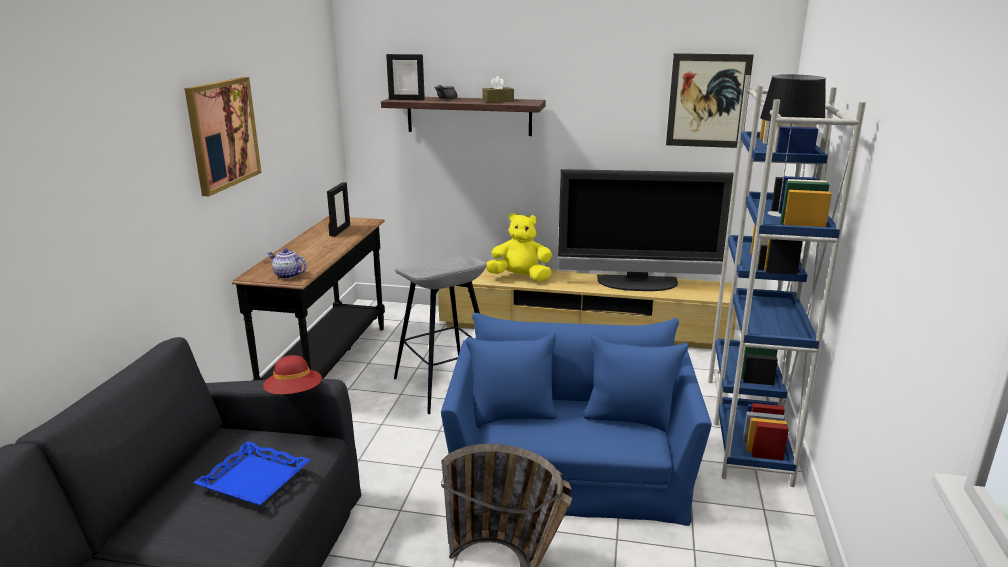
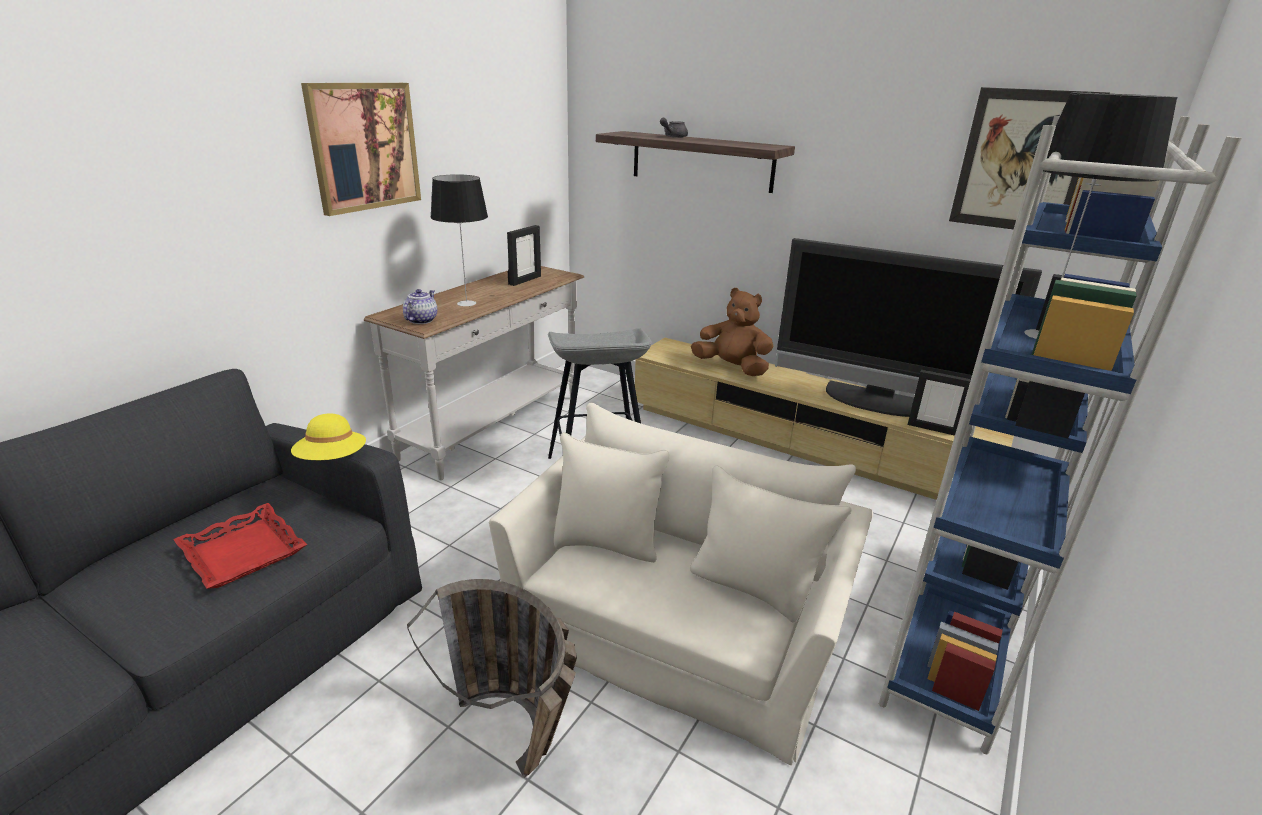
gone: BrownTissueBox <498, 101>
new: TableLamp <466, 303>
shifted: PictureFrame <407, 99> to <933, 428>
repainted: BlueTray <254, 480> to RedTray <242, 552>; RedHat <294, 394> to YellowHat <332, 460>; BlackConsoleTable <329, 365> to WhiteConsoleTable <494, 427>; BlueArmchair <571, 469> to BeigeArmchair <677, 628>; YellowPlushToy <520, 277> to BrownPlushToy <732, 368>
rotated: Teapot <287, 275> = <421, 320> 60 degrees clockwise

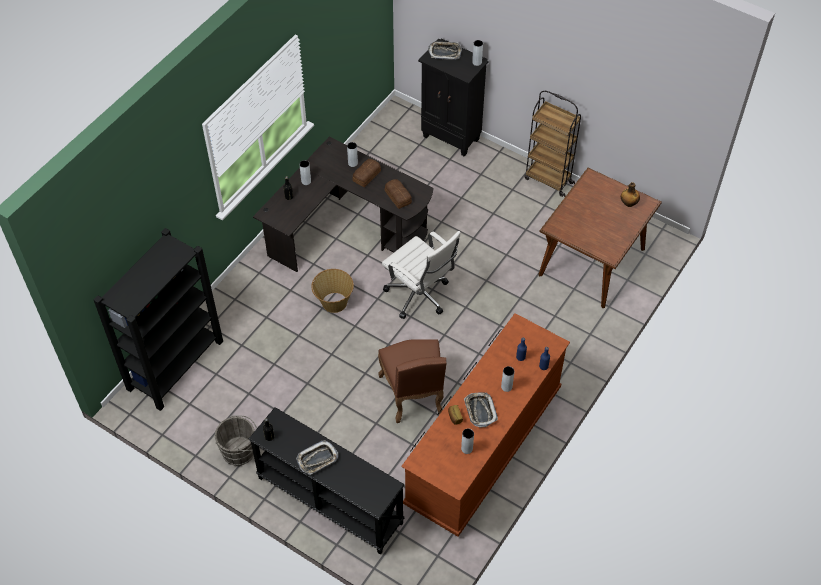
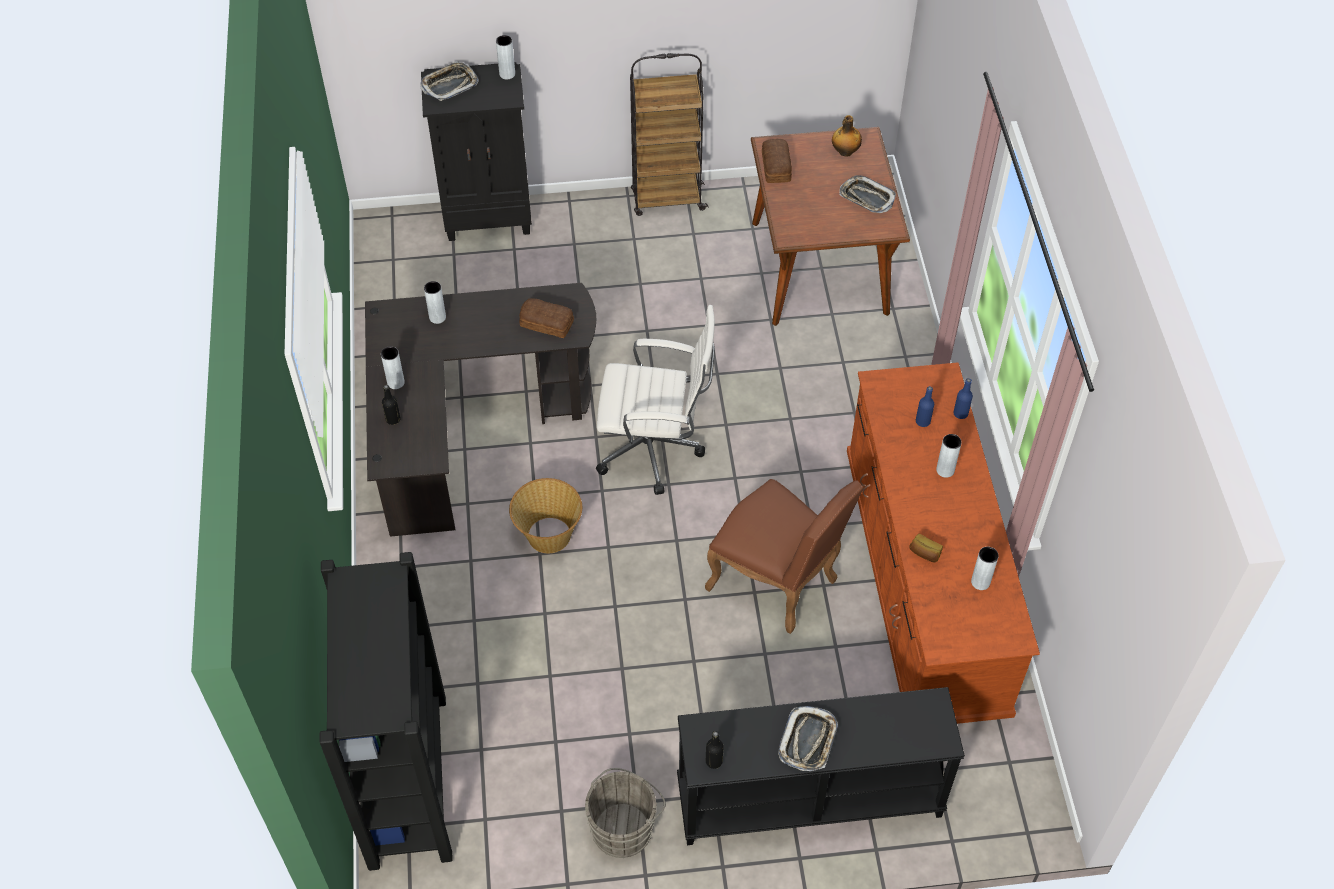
shifted: Bread <366, 176> to <775, 167>; Tray <480, 411> to <866, 198>

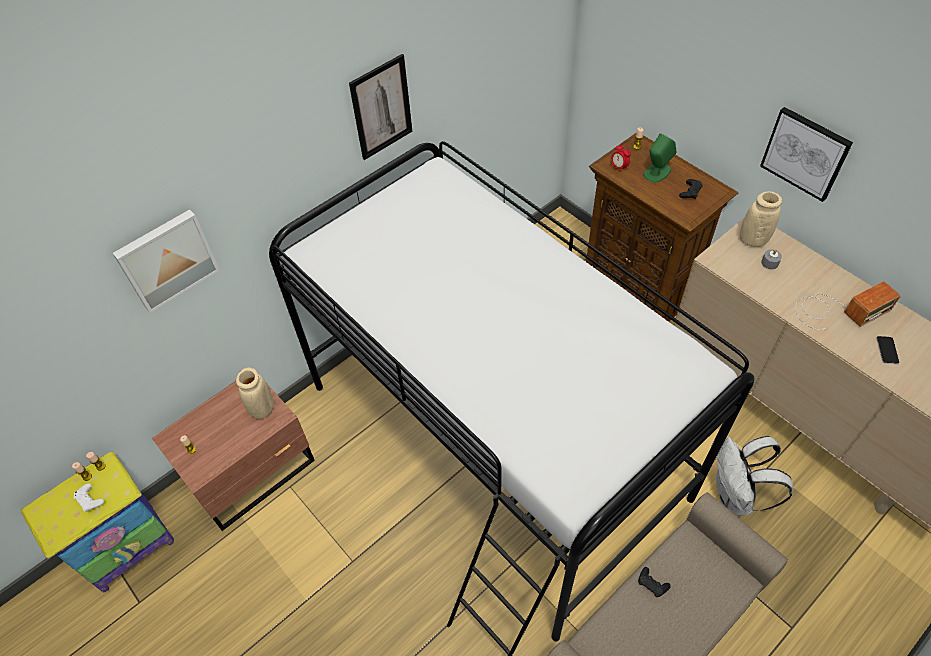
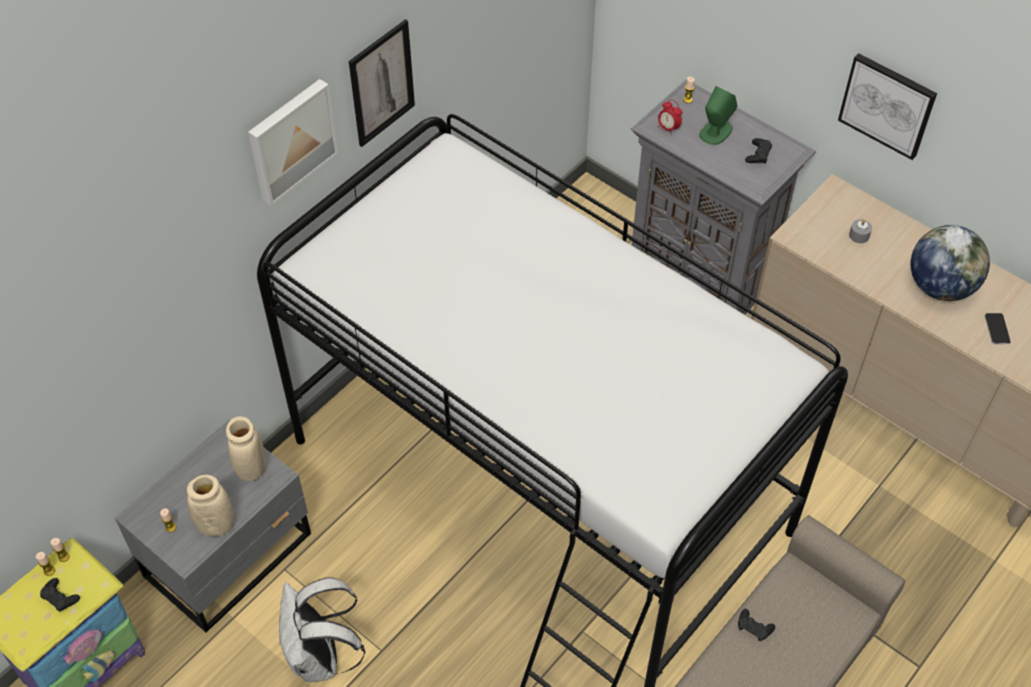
shifted: BeigeVase <753, 240> to <216, 524>; Picture <166, 259> to <290, 140>; WhiteBackpack <735, 497> to <321, 657>
swapped: Radio <837, 310> to Globe <940, 286>
repainted: WhiteGameController <90, 500> to BlackGameController <60, 597>; BrownNightstand <253, 471> to GreyNightstand <232, 555>; BrownCabinet <637, 295> to GreyCabinet <700, 284>

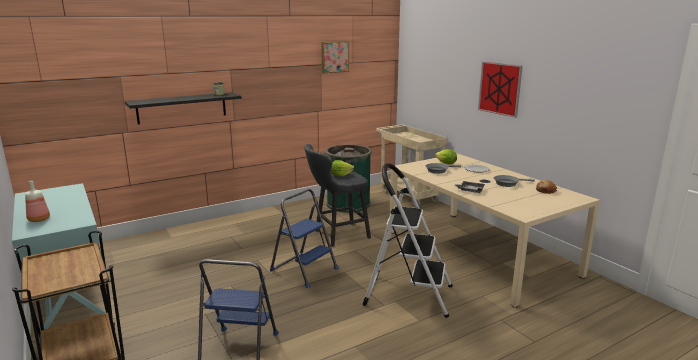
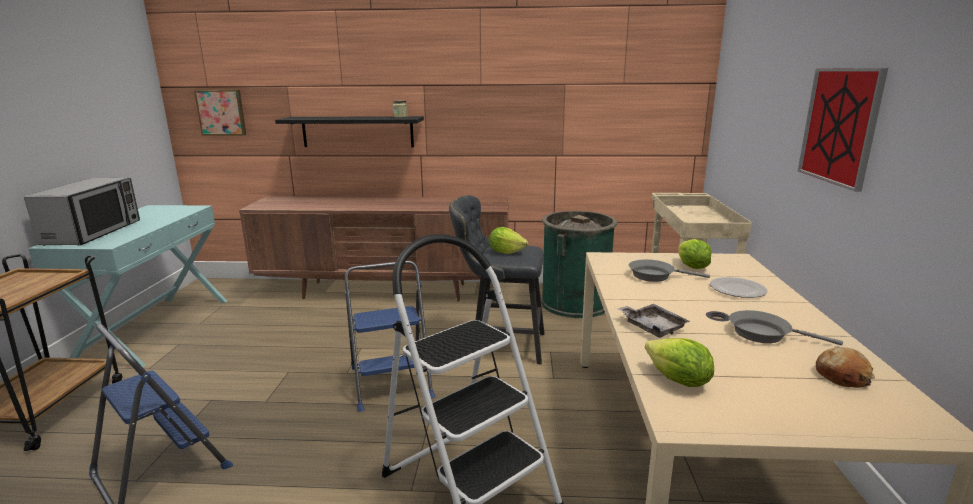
new: BrownCabinet <386, 291>; Lettuce <678, 381>
shifted: Picture <334, 57> to <221, 112>
swapped: Bottle <38, 219> to Microwave <94, 233>

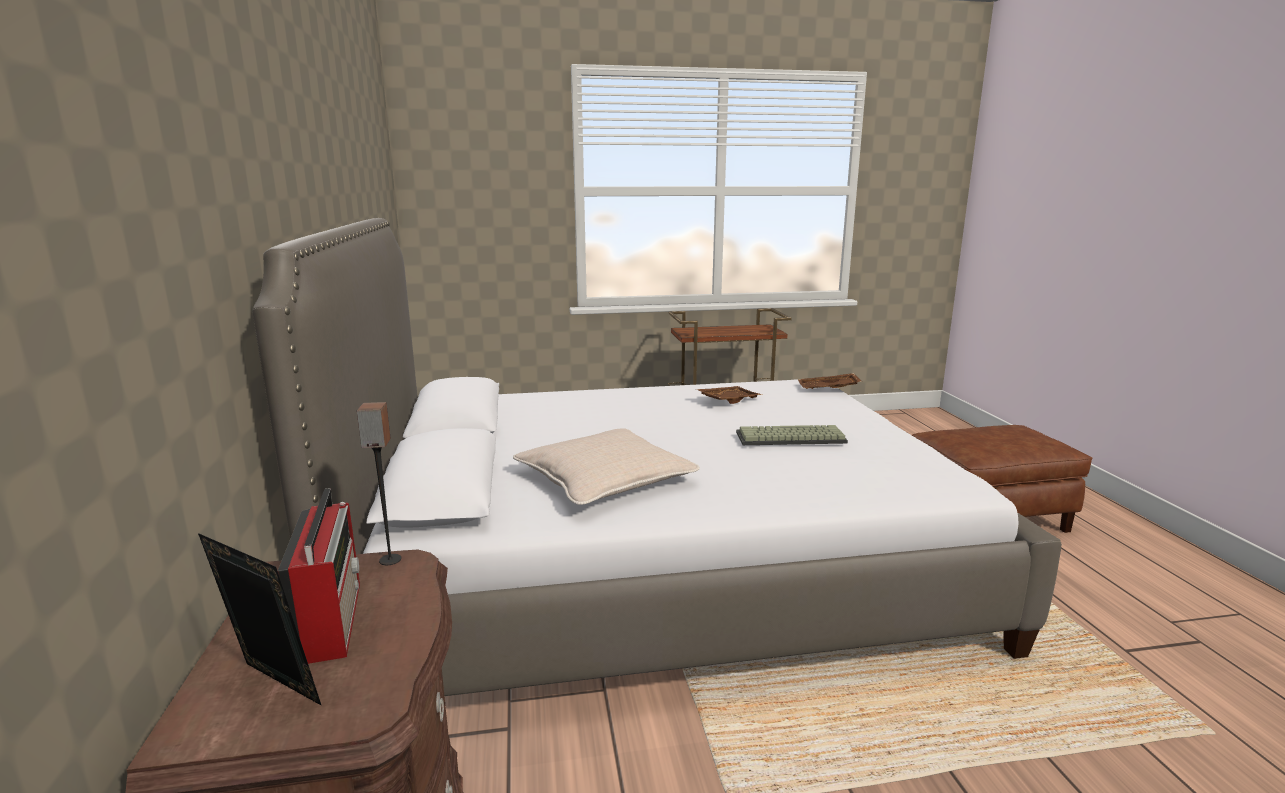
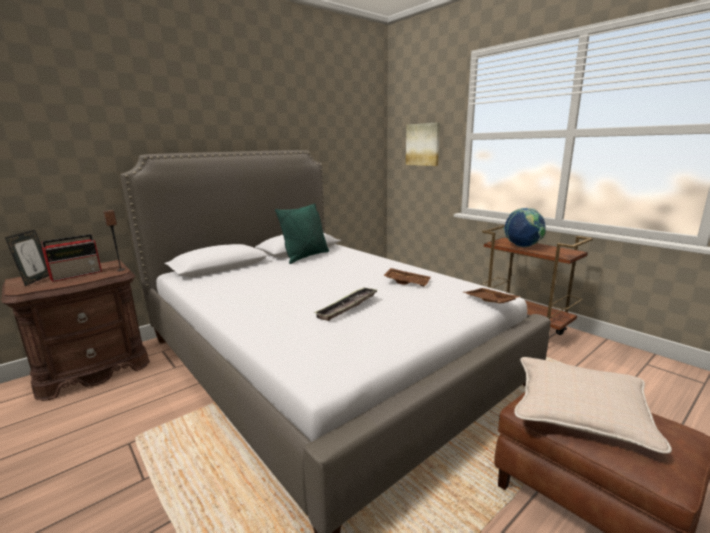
new: GreenPillow <305, 257>; Picture <423, 144>; Globe <523, 247>
shifted: BeigePillow <605, 478> to <580, 409>
swapped: Keyboard <790, 438> to Tray <348, 307>

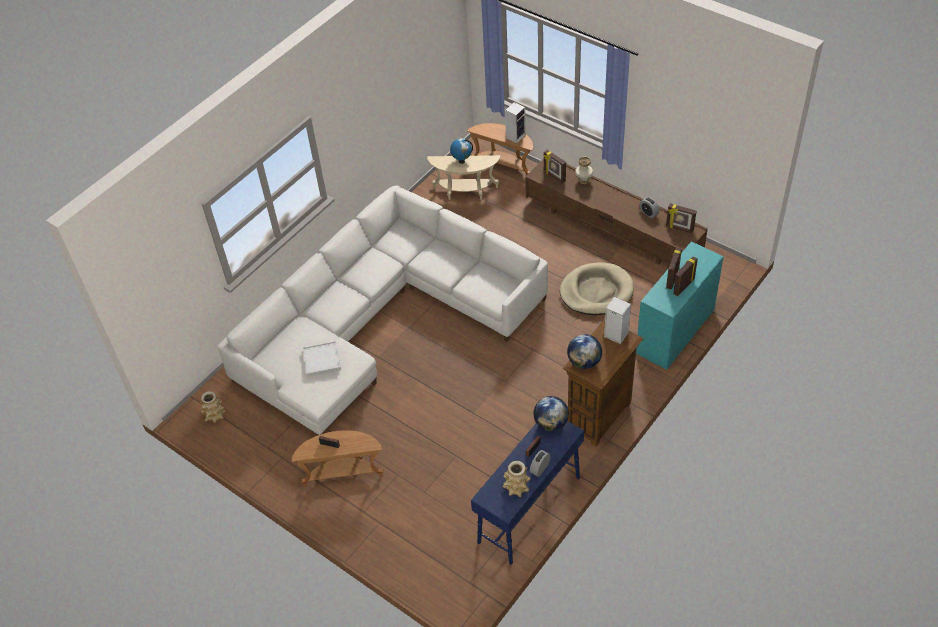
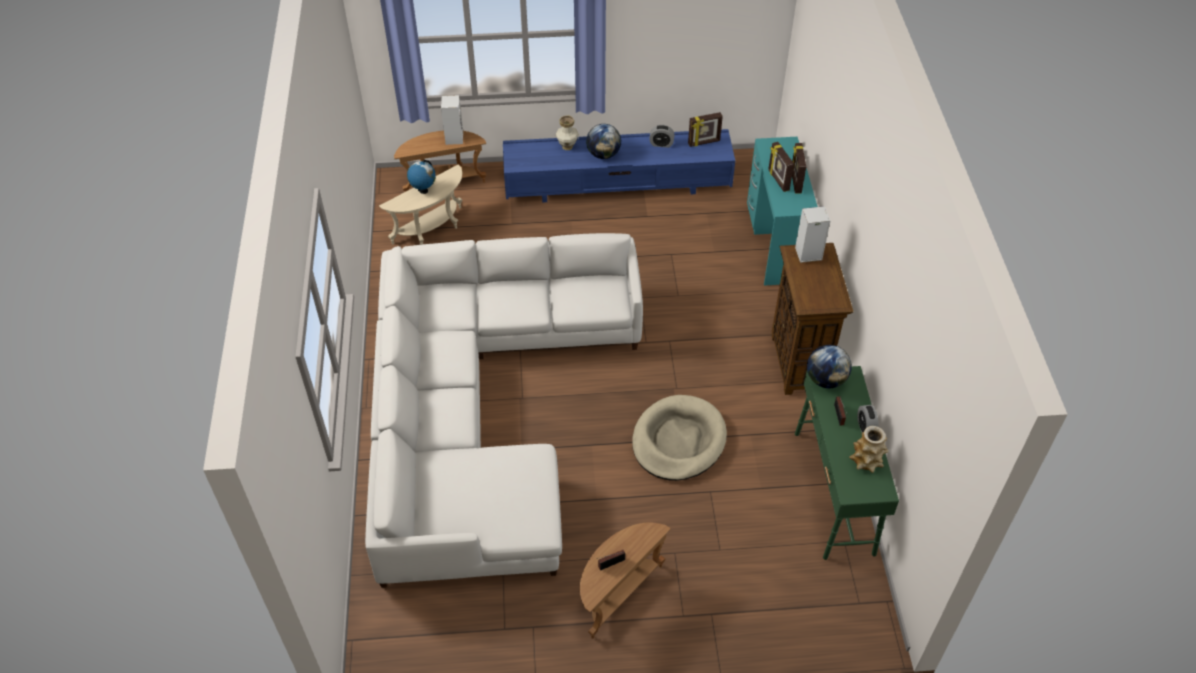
gone: Vase <215, 415>; WhiteTray <322, 360>; PictureFrame <554, 176>
shifted: Globe <584, 362> to <603, 154>; BeigeDogBed <596, 291> to <678, 441>
repainted: BrownTvStand <612, 228> to BlueTvStand <617, 184>; BlueConsoleTable <528, 509> to GreenConsoleTable <832, 492>

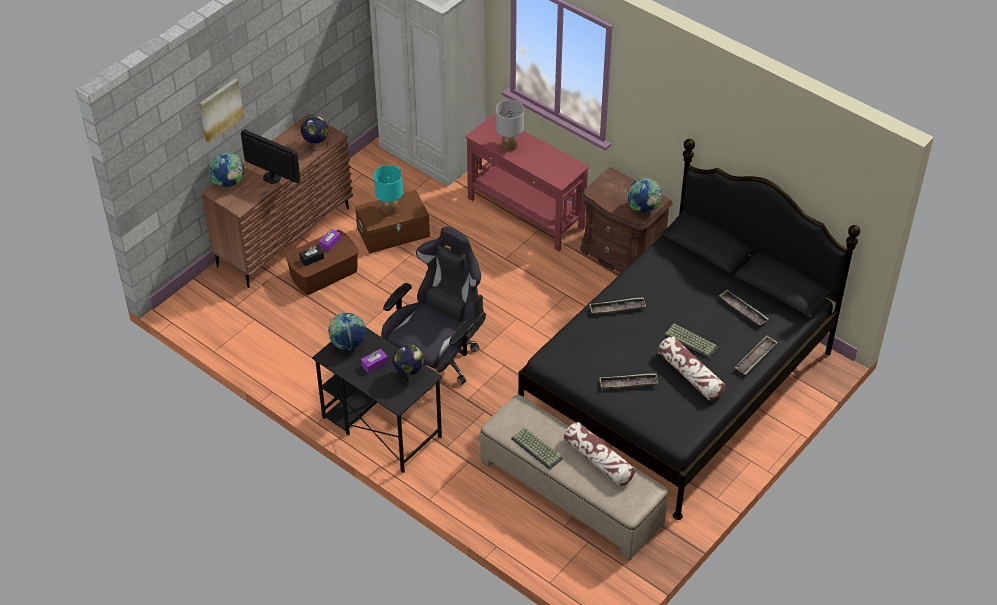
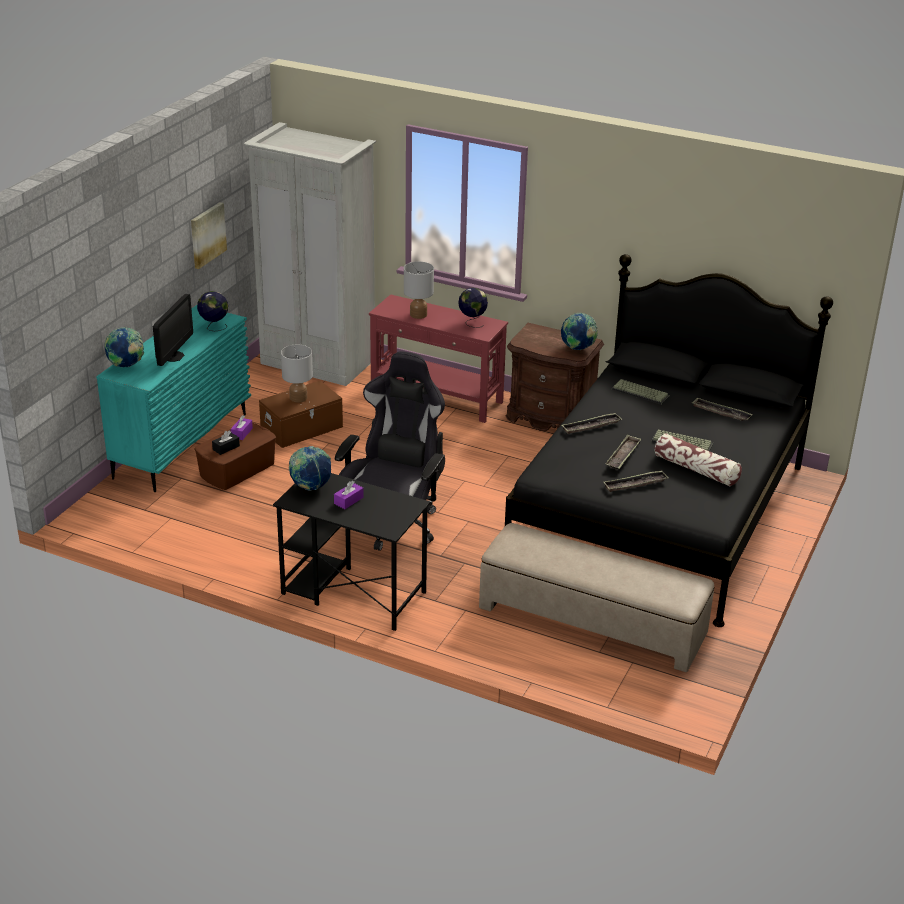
gone: Pillow <598, 460>
shifted: Picture <220, 109> to <207, 235>; Globe <409, 375> to <472, 322>; Tray <755, 357> to <623, 455>; Keyboard <538, 448> to <641, 392>
repainted: BrownDresser <285, 238> to TurquoiseDresser <183, 446>; TurquoiseTableLamp <390, 209> to GreyTableLamp <298, 398>
rotated: Monitor <272, 177> = <174, 356> 90 degrees clockwise

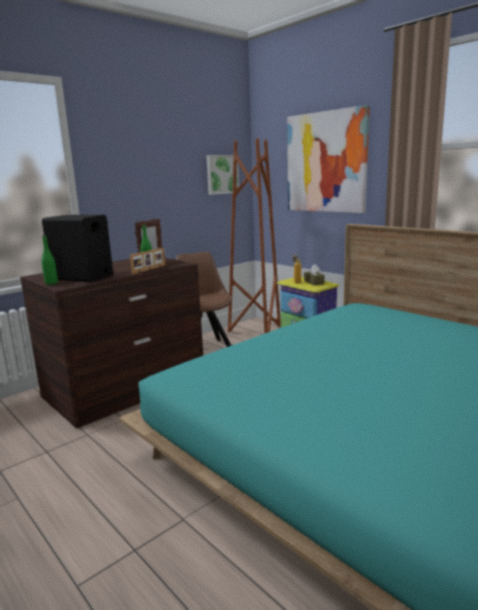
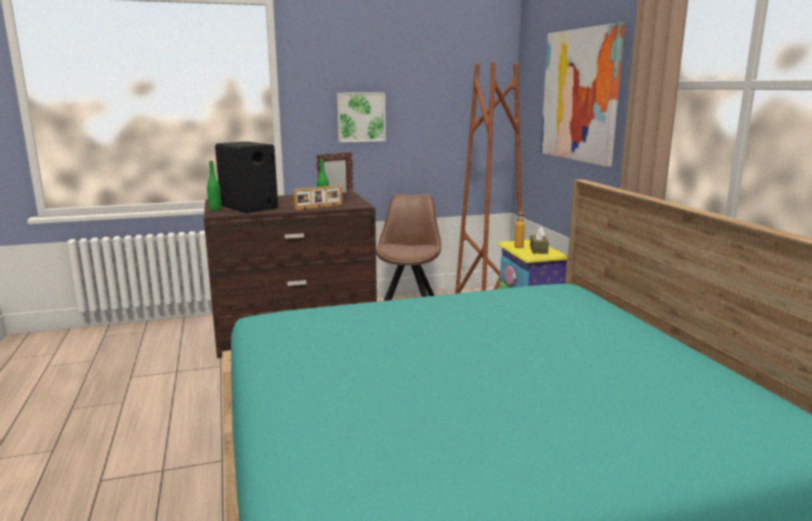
shifted: Picture <221, 174> to <360, 117>

